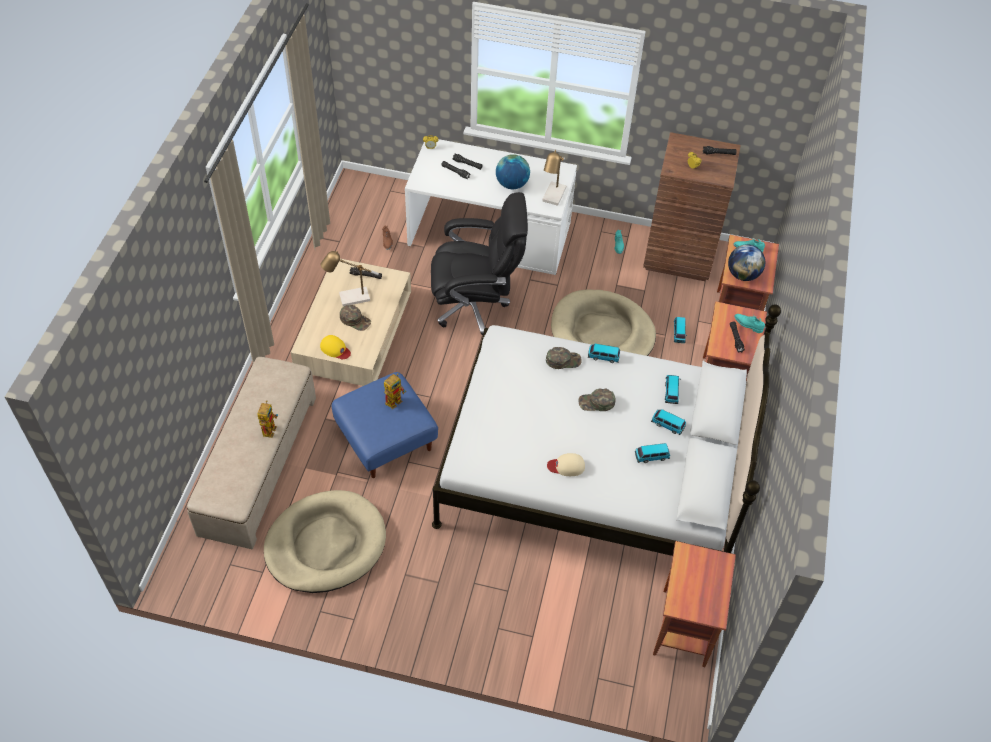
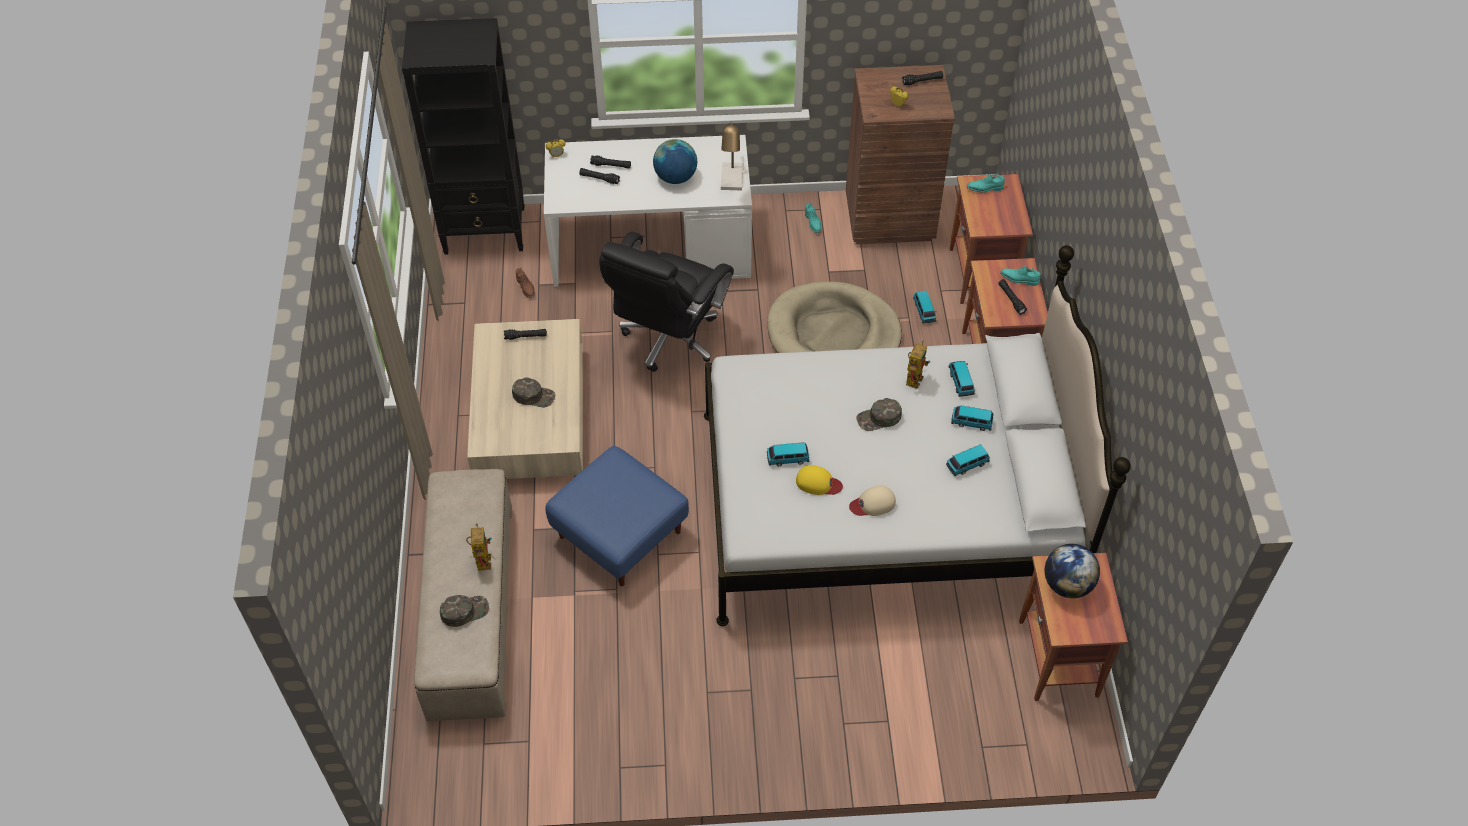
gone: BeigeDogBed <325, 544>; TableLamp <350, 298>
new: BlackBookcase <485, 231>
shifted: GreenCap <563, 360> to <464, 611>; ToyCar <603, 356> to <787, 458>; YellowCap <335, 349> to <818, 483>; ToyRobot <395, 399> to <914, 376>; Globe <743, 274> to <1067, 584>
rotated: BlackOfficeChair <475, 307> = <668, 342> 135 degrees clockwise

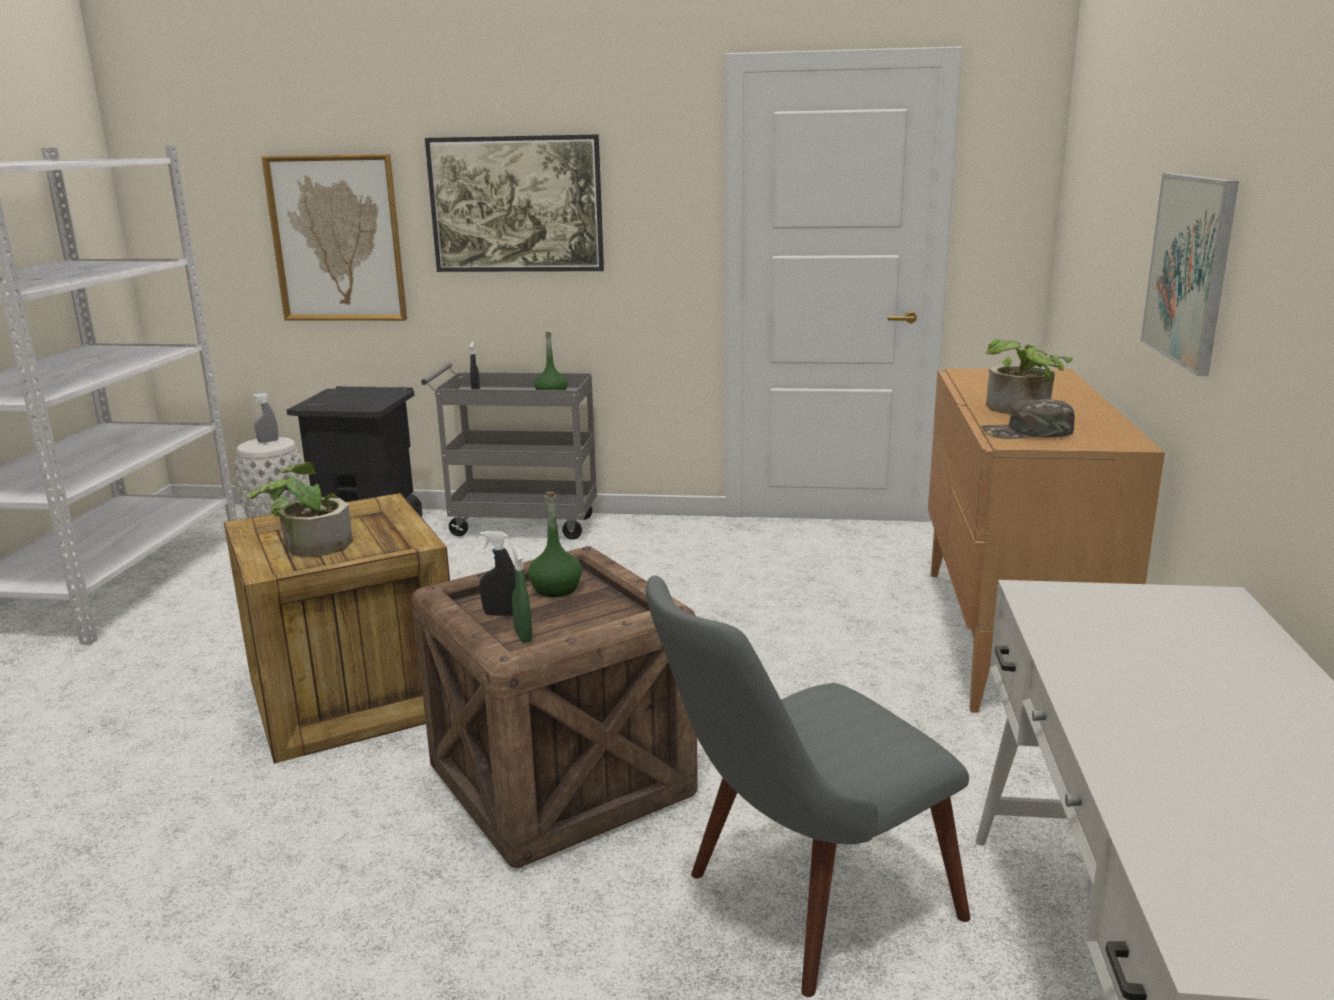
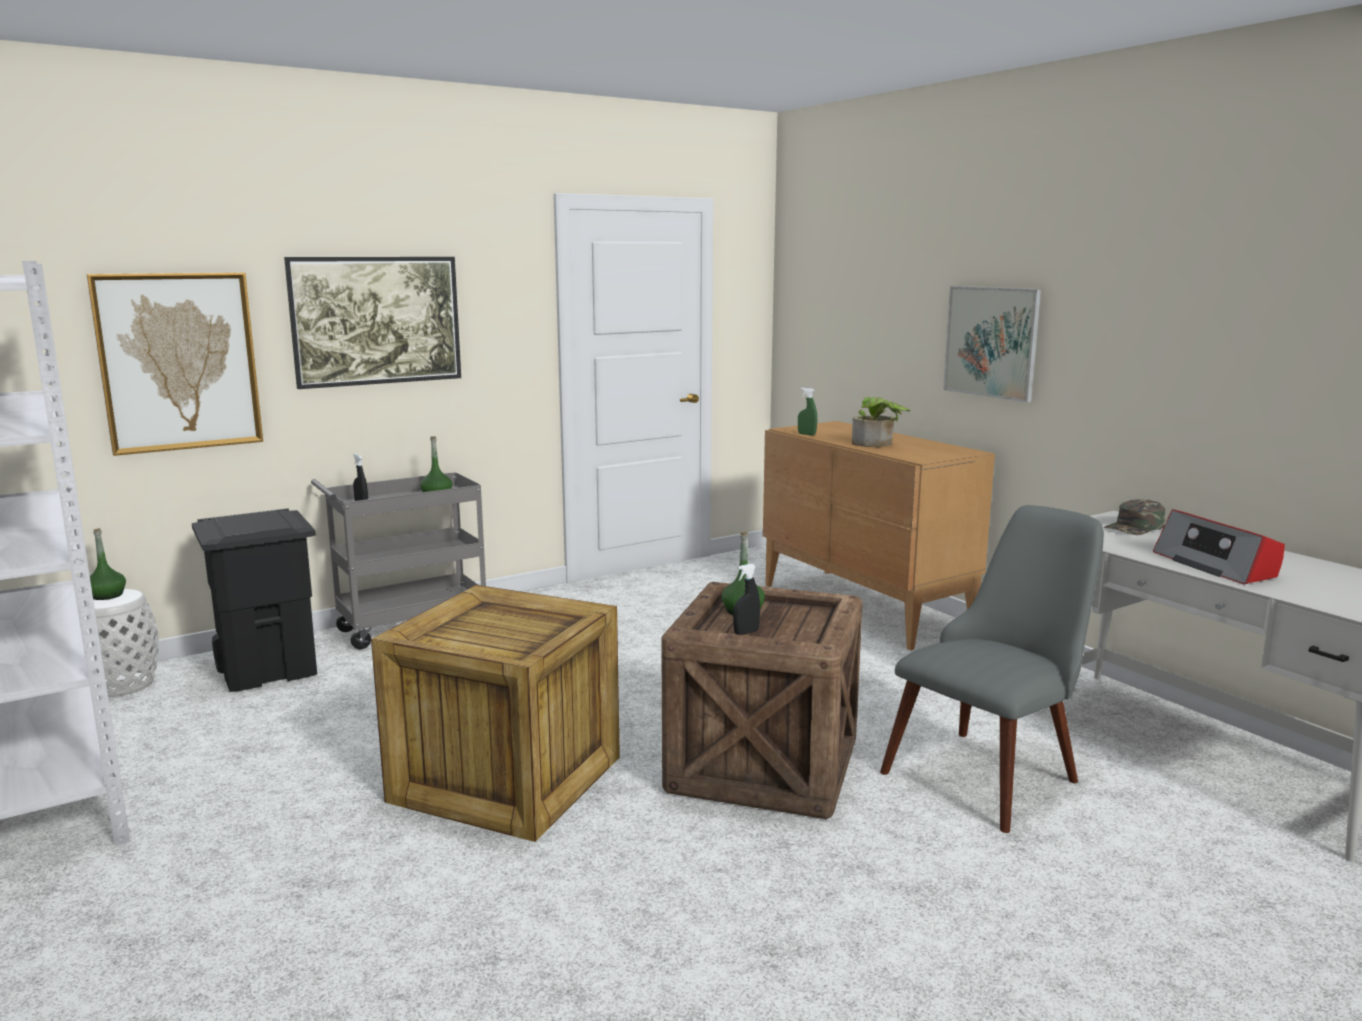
gone: PottedPlant <309, 545>
new: Radio <1216, 565>
shifted: GreenSprayBottle <523, 636> to <806, 434>; GreenCap <1027, 432> to <1135, 527>
swapped: GreySprayBottle <268, 441> to GreenBottle <106, 595>
rotated: GreyChair <796, 907> = <993, 769> 150 degrees counterclockwise

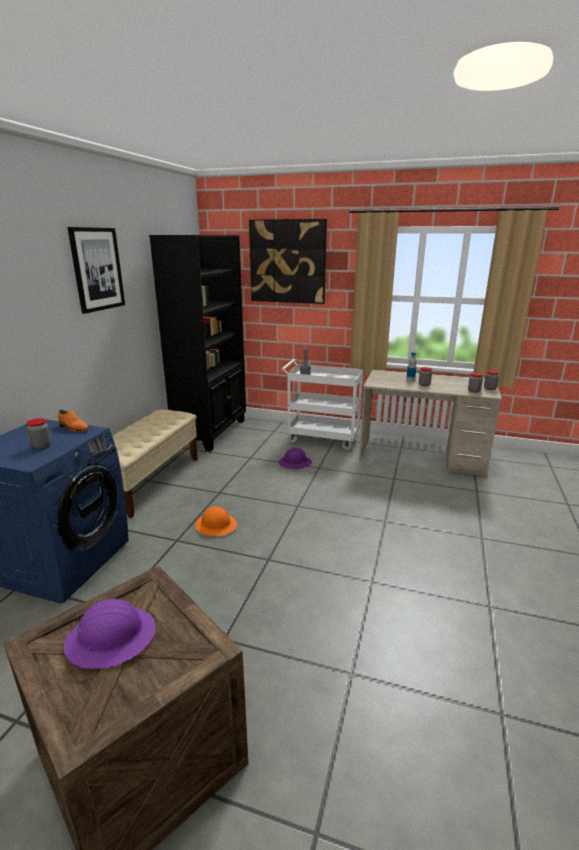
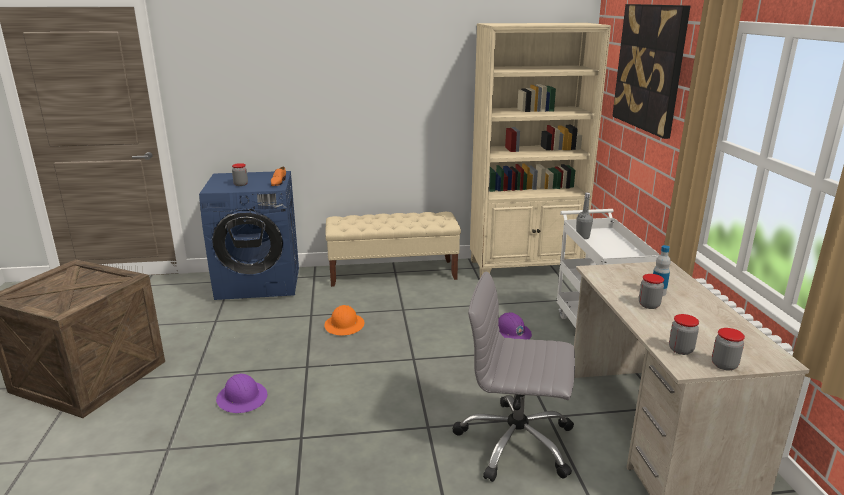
gone: Picture <97, 269>
new: GreyOfficeChair <515, 442>
shifted: PurpleHardHat <111, 637> to <242, 398>
repainted: BlackBookcase <212, 432> to BeigeBookcase <525, 267>

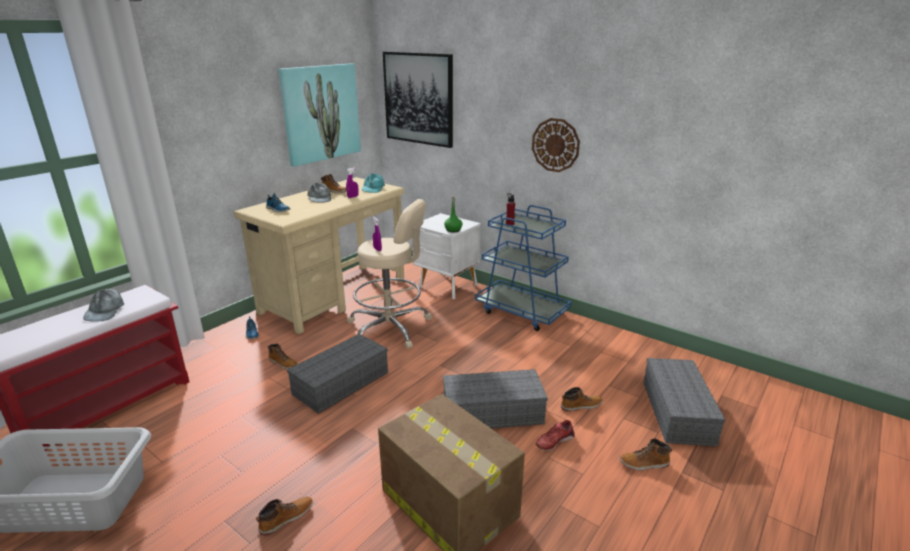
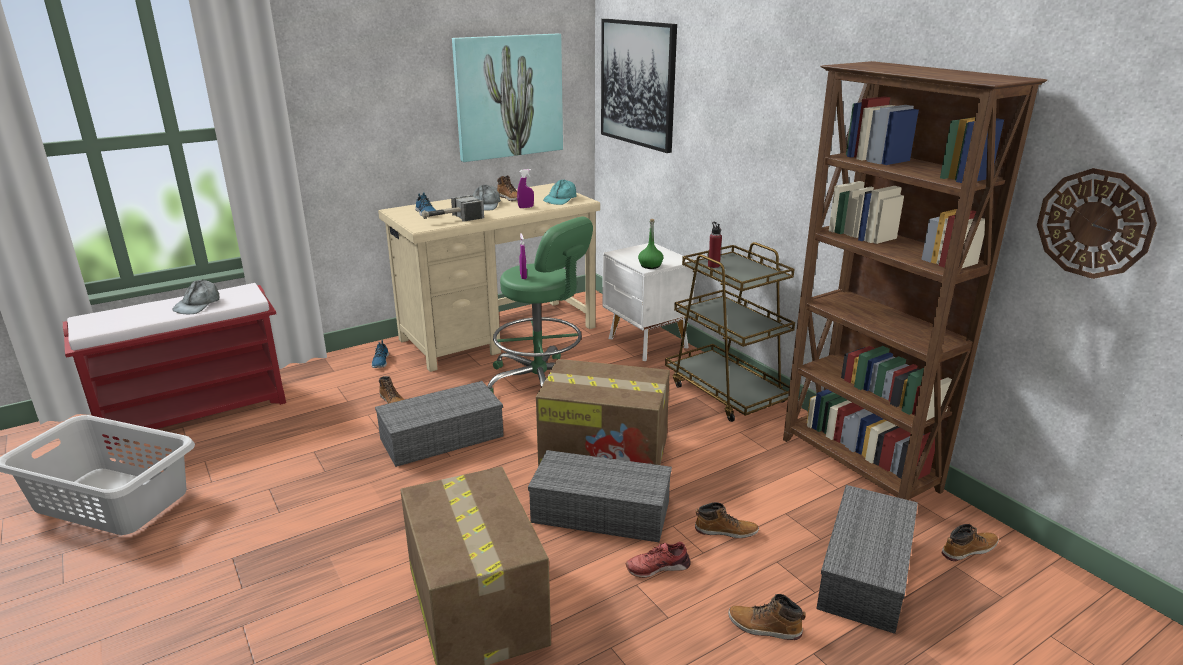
new: Hammer <451, 219>; CardboardBox <606, 453>; BrownBookcase <858, 466>
shifted: Boot <286, 518> to <968, 550>; WallClock <555, 145> to <1094, 223>
repainted: BeigeStool <390, 328> to GreenStool <540, 384>; BlueCart <522, 312> to BrownCart <726, 393>

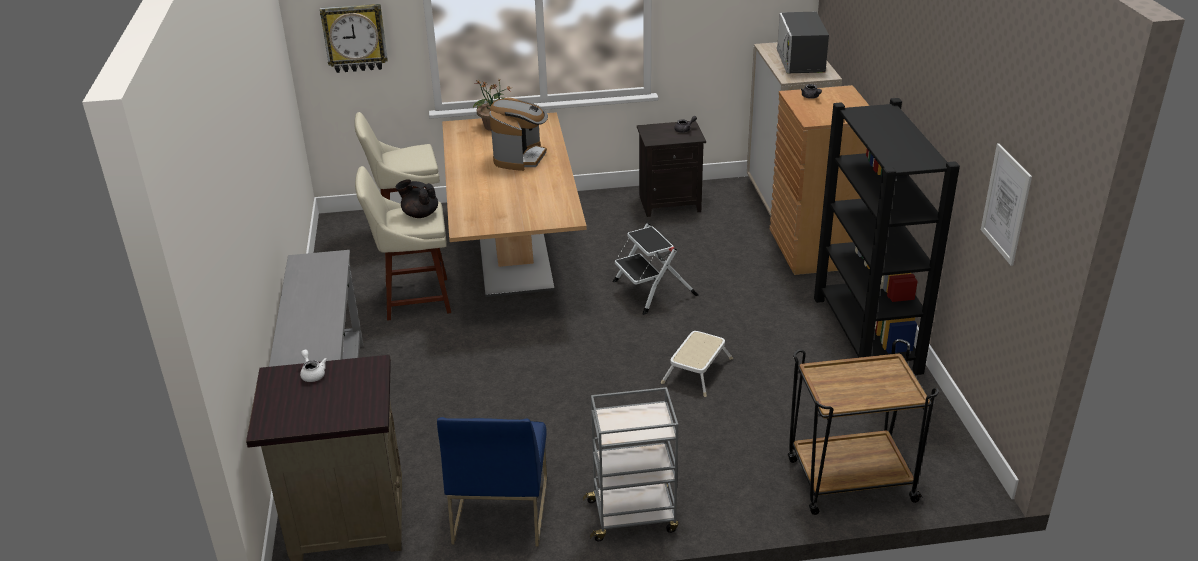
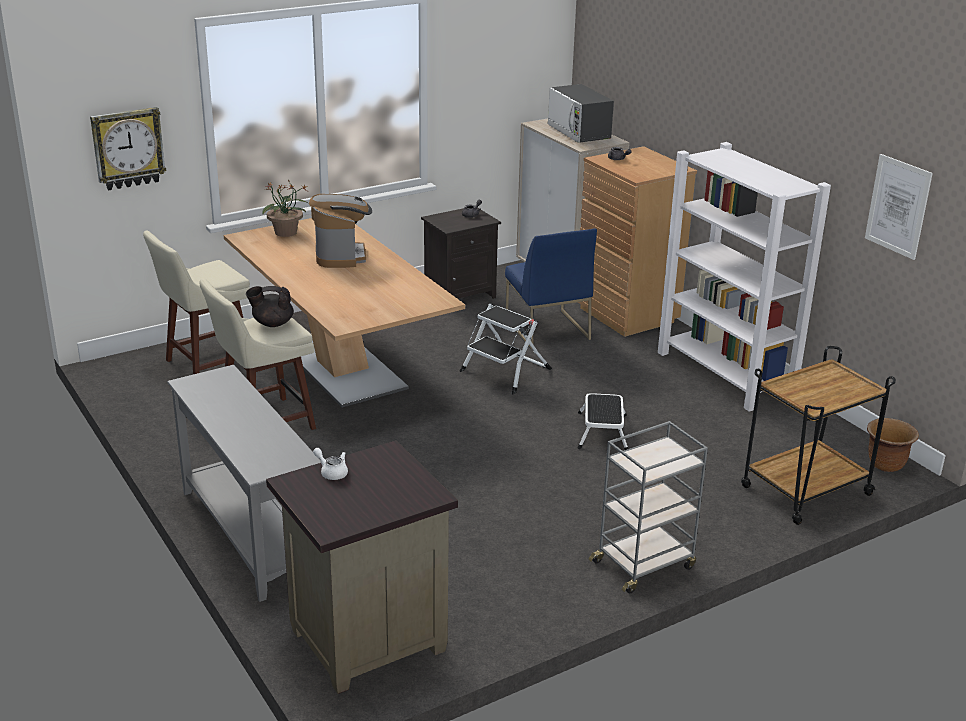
new: BrownPlanter <886, 465>
shifted: BlueChair <500, 510> to <546, 329>
repainted: BeigeStepLadder <696, 370> to BlackStepLadder <602, 431>; BlackBookcase <866, 334> to WhiteBookcase <725, 373>

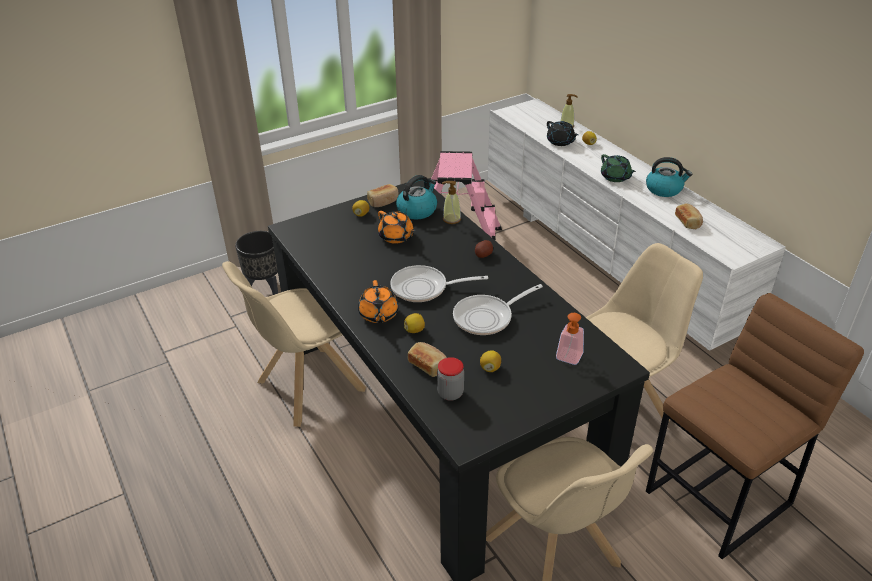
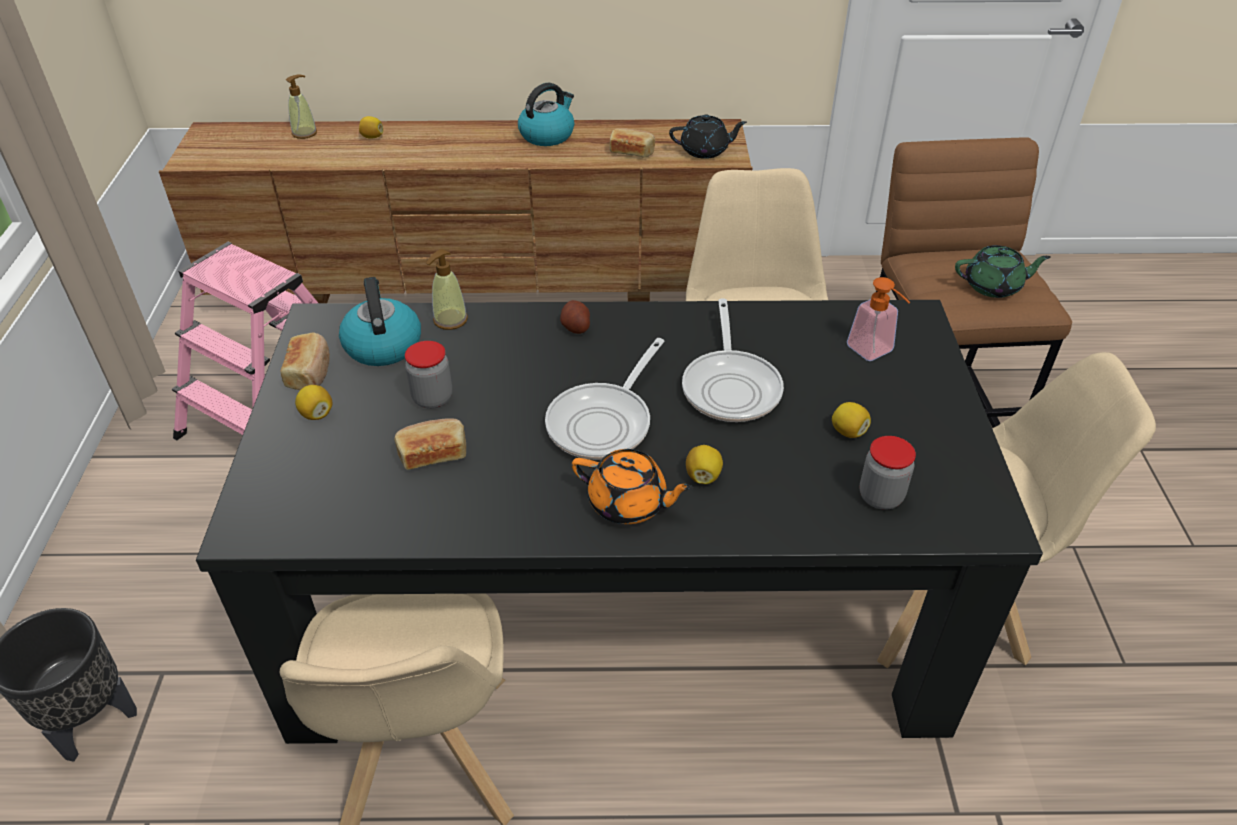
shifted: Bread <428, 365> to <433, 453>; BlackTeapot <560, 142> to <705, 150>; GreenTeapot <615, 177> to <993, 286>
swapped: OrangeTeapot <396, 237> to Jar <432, 398>
repainted: WhiteCabinet <604, 260> to BrownCabinet <479, 290>

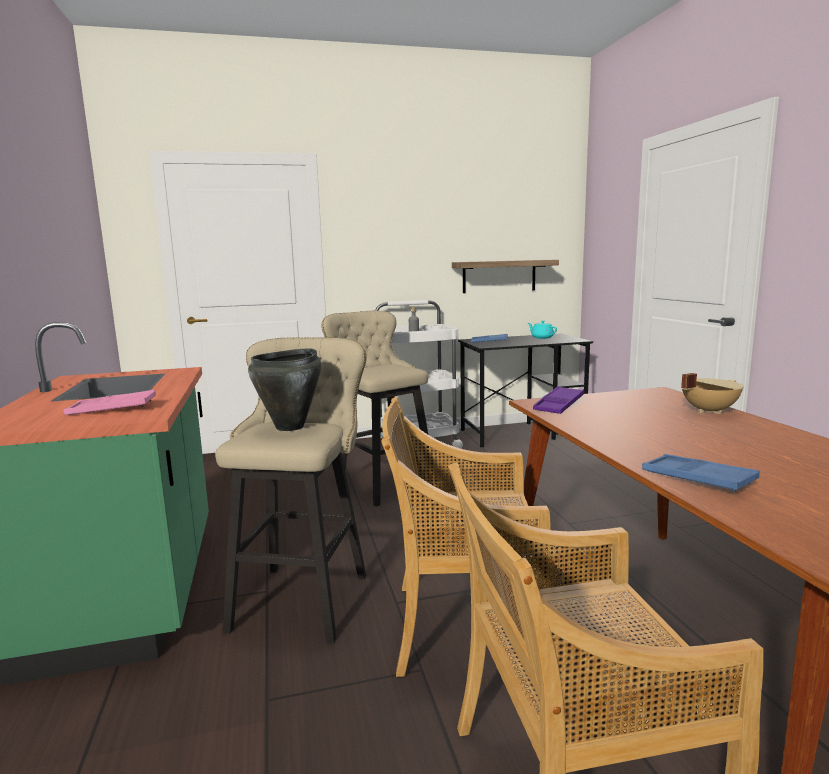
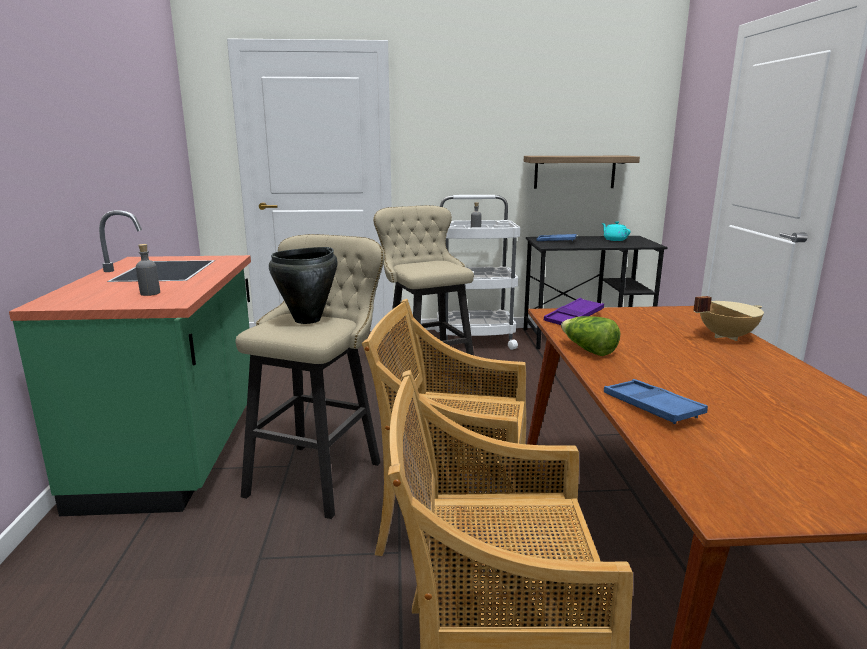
new: Lettuce <588, 350>
swapped: PinkTray <112, 409> to GreyBottle <150, 293>

